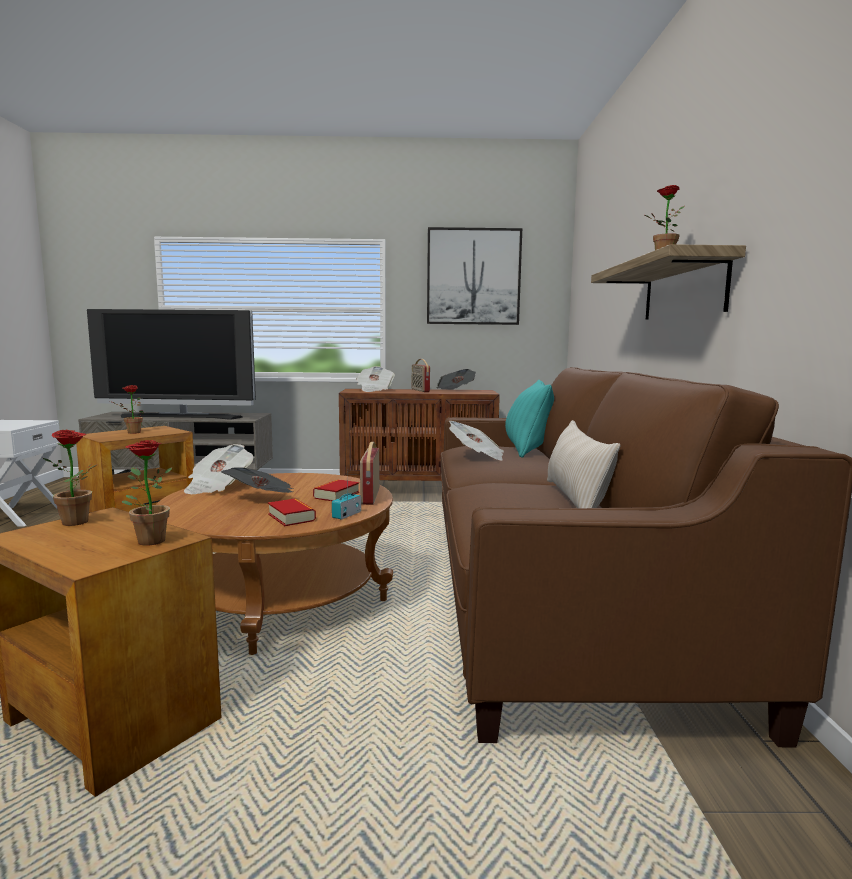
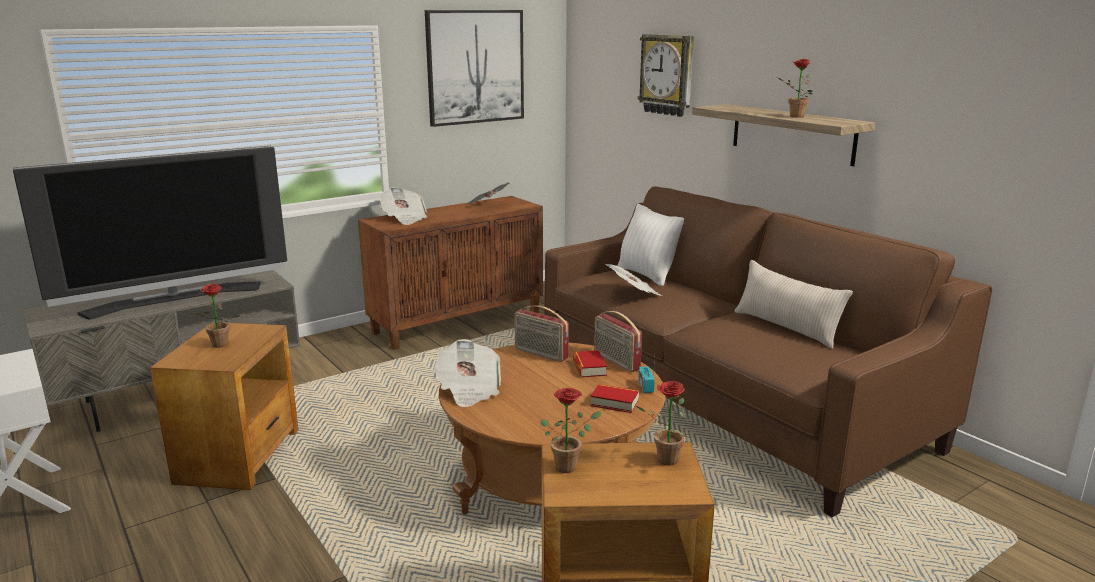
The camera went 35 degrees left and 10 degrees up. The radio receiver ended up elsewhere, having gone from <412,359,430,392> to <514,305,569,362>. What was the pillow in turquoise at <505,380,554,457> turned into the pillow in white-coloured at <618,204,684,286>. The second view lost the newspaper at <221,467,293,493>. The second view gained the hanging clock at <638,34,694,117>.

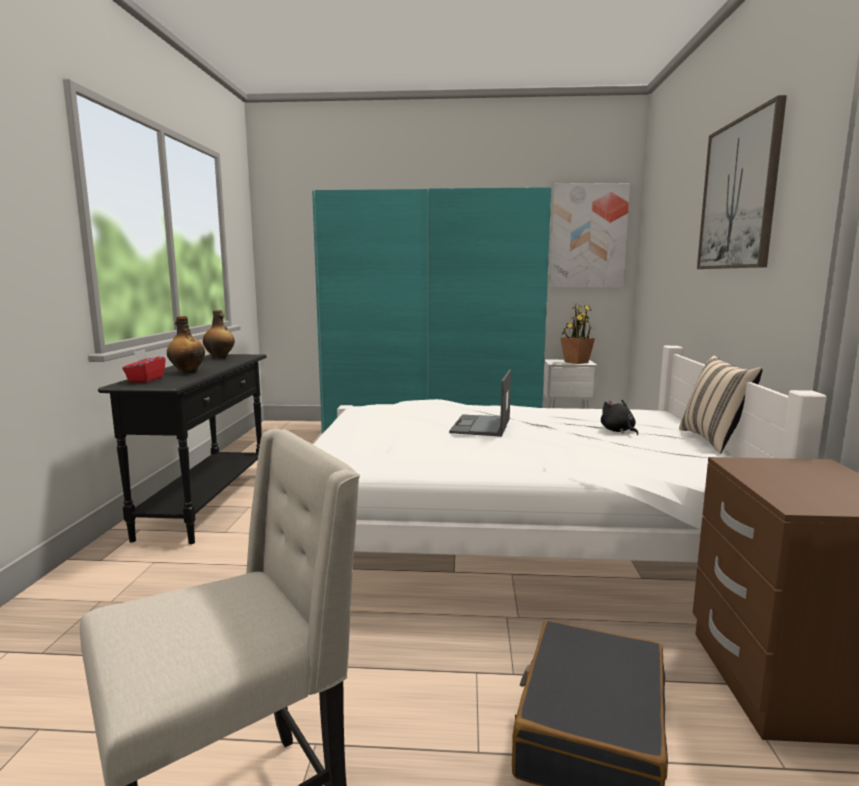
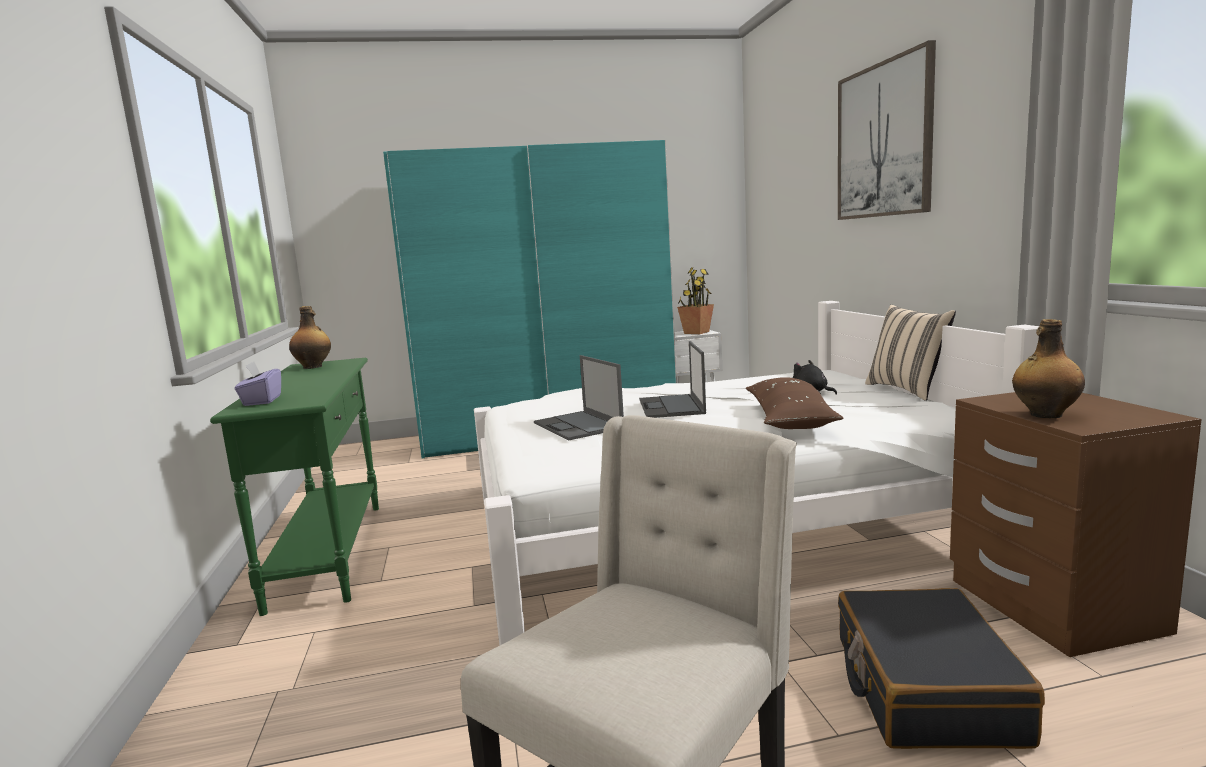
The camera went 15 degrees left and 0 degrees up. The second view lost the wall art at <550,183,630,288>. The drink bottle ended up elsewhere, having gone from <167,316,205,374> to <1012,319,1085,418>. What was the tissue holder in red-coloured at <122,349,166,382> turned into the tissue holder in purple-coloured at <235,362,281,406>. What was the narrow table in black-coloured at <98,354,267,544> turned into the narrow table in green-coloured at <210,358,379,616>. The second view gained the notebook computer at <534,355,624,440>. The second view gained the pillow in brownish at <746,377,844,429>.

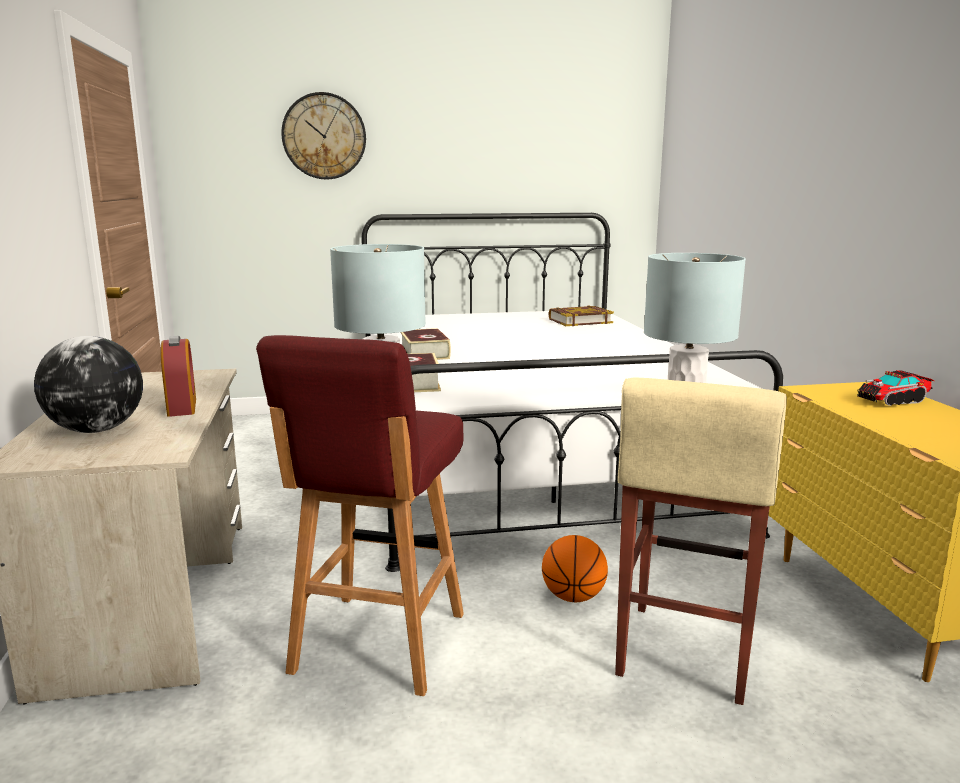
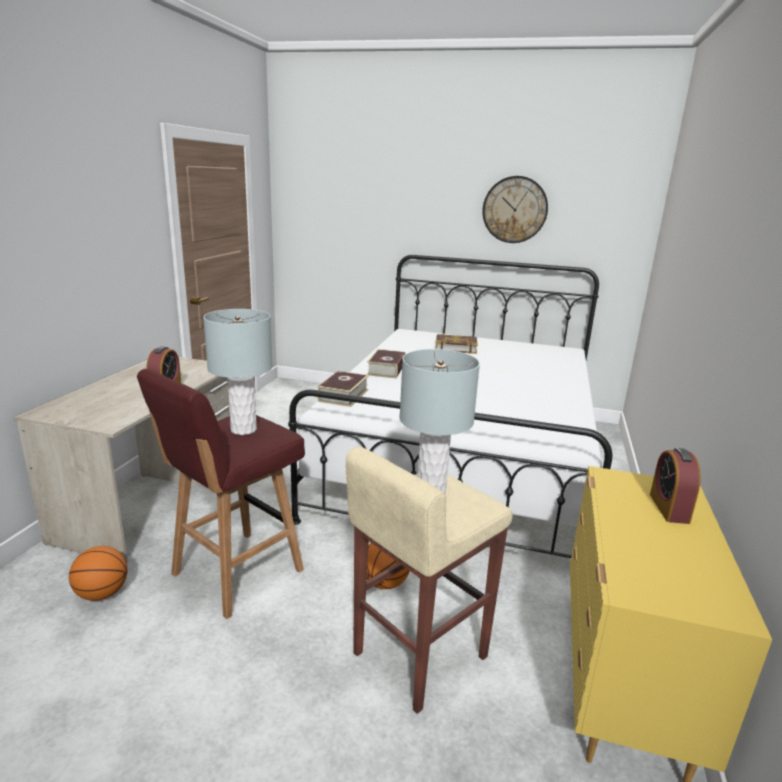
The camera went 25 degrees right and 5 degrees up. The hanging clock ended up elsewhere, having gone from <281,92,366,180> to <482,176,548,243>. The book ended up elsewhere, having gone from <548,306,614,326> to <435,334,478,354>. The second view lost the globe at <34,336,143,433>. Where the toy truck stood at <857,370,934,406>, the bedside clock came to stand at <650,448,701,524>. The second view gained the basketball at <69,546,128,601>.

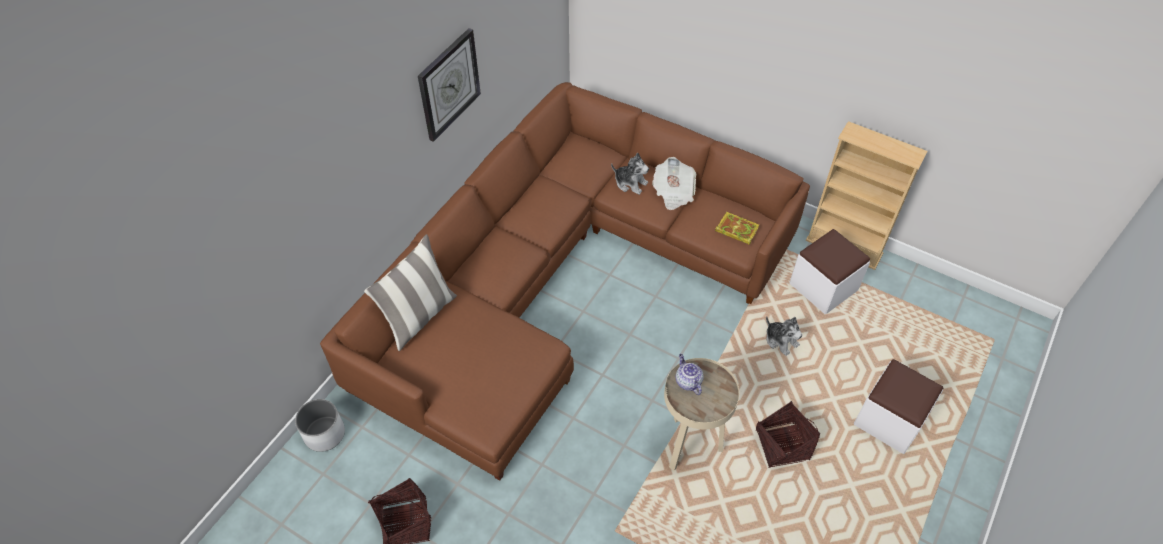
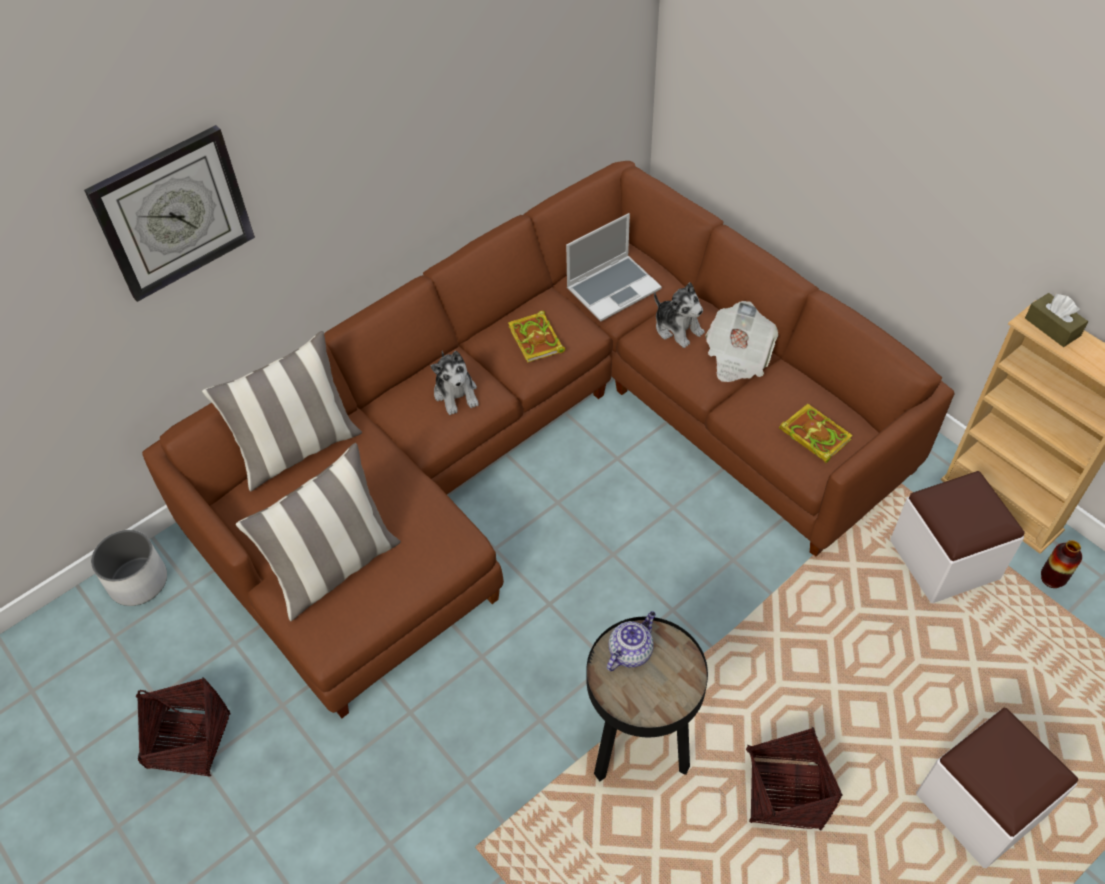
The camera went 20 degrees right and 0 degrees up. The hanging clock ended up elsewhere, having gone from <418,28,481,142> to <84,125,255,302>. The soft toy ended up elsewhere, having gone from <766,316,802,356> to <431,351,479,415>. The tea pot at <676,354,704,395> ended up facing another way, 45 degrees clockwise from before. What was the end table in sand-coloured at <664,358,739,471> turned into the end table in black-coloured at <586,617,708,781>. The second view gained the notebook computer at <566,213,662,322>. The second view gained the tissue holder in brownish at <1025,293,1088,347>. The second view gained the book at <508,311,565,363>. The second view gained the pillow at <236,443,401,621>. The second view gained the decorative vase at <1041,540,1082,588>.

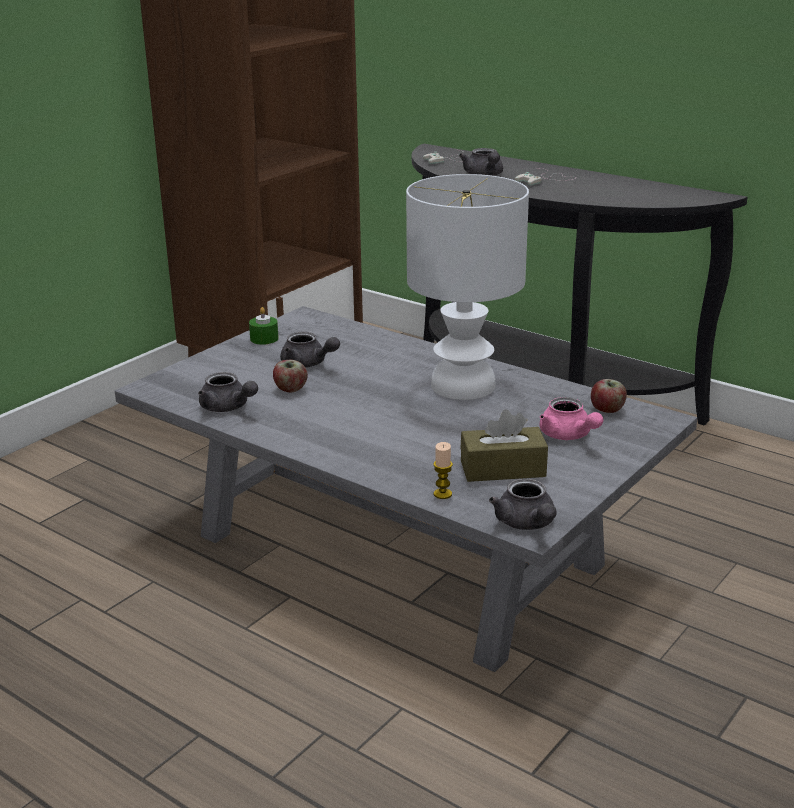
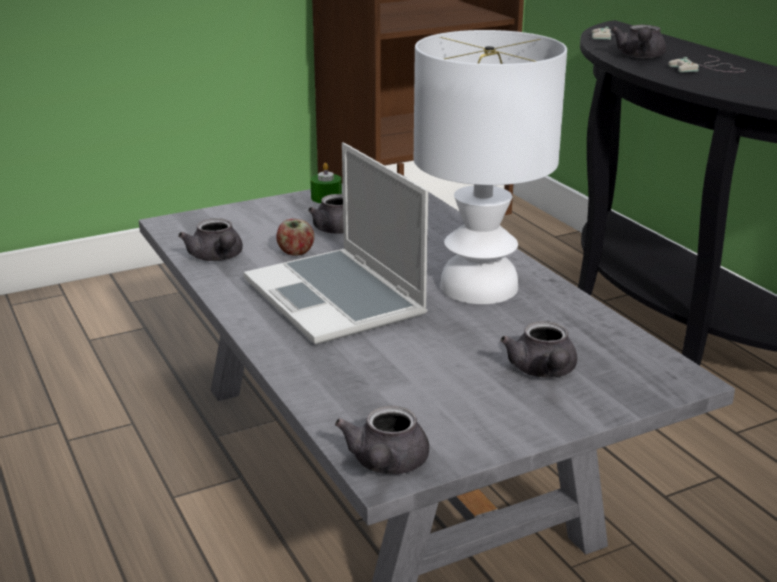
The camera went 25 degrees right and 0 degrees up. The second view lost the apple fruit at <591,379,627,413>. What was the tea pot in pink at <540,397,603,440> turned into the tea pot in greyish at <500,321,577,378>. The second view lost the tissue holder in brownish at <460,409,548,482>. The second view lost the candle at <434,442,453,499>. The second view gained the notebook computer at <244,143,428,345>.

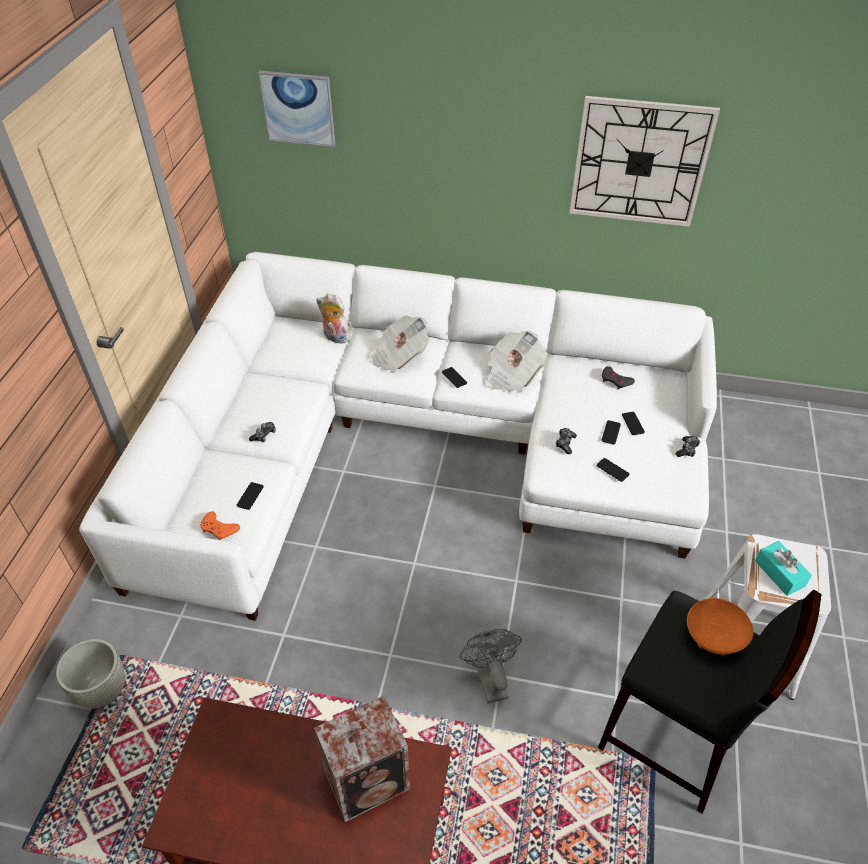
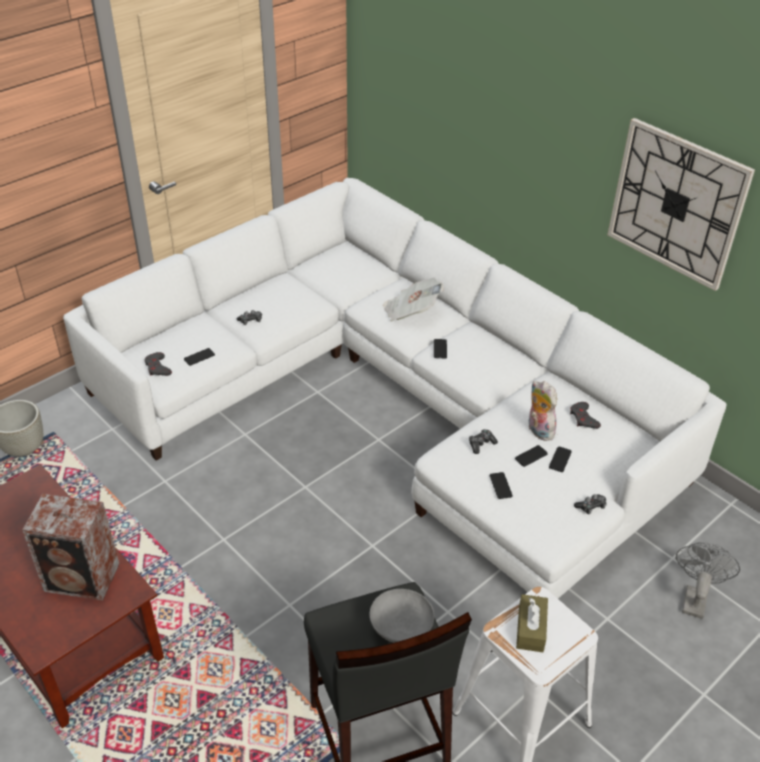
The camera went 35 degrees right and 5 degrees down. The second view lost the wall art at <258,71,335,147>. The soft toy ended up elsewhere, having gone from <316,293,354,344> to <529,381,557,441>. The second view lost the newspaper at <486,331,547,393>. What was the gamepad in orange at <201,512,240,540> turned into the gamepad in greyish at <144,352,172,376>. What was the tissue holder in turquoise at <755,541,812,596> turned into the tissue holder in brownish at <516,594,548,652>. What was the bowl in orange at <687,598,754,656> turned into the bowl in greyish at <370,589,434,643>. The cooling fan in greyish ended up elsewhere, having gone from <460,629,522,704> to <676,542,740,619>.

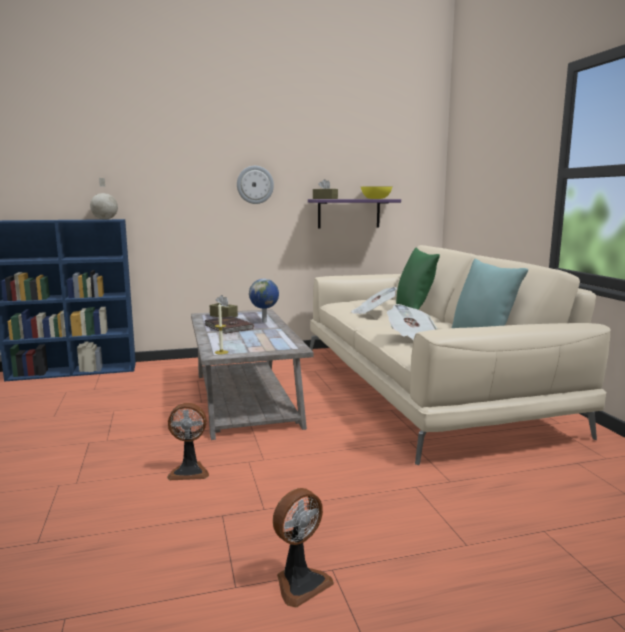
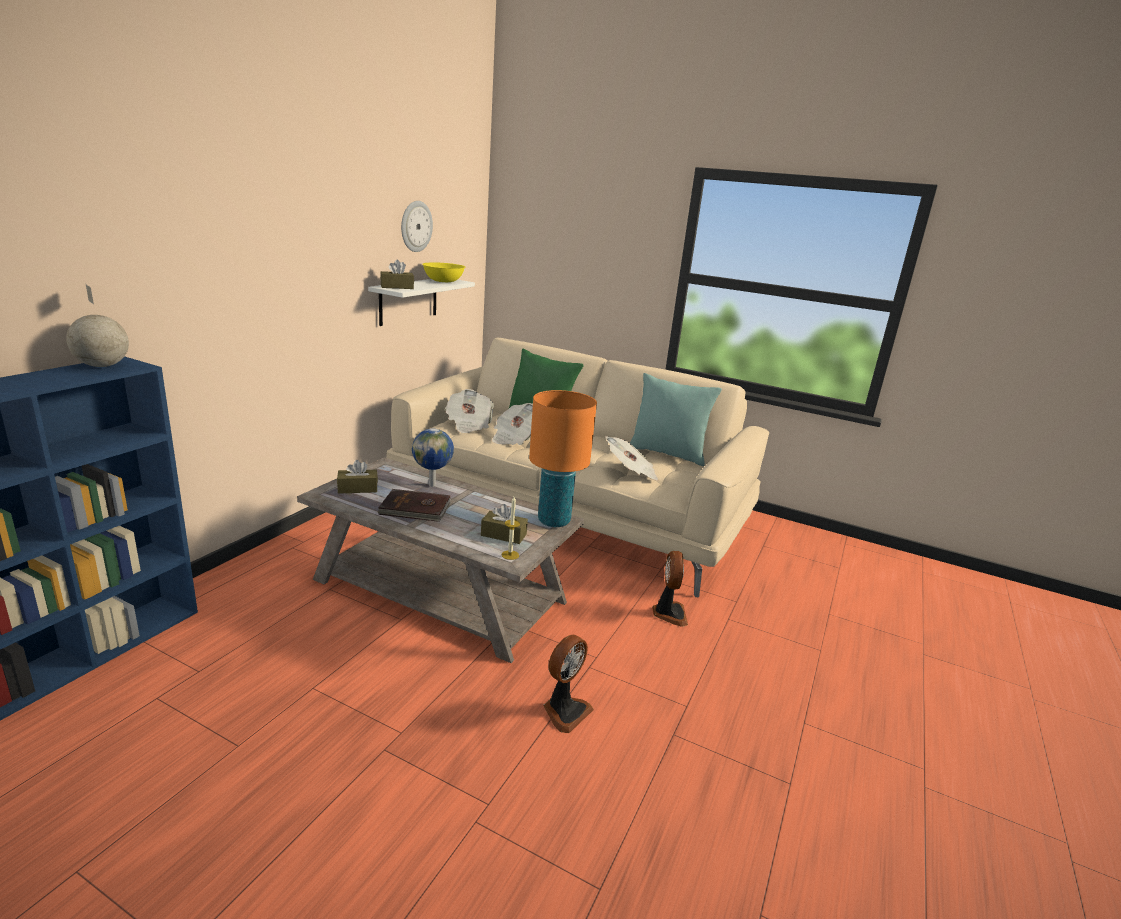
The camera went 50 degrees left and 10 degrees up. The hanging clock ended up elsewhere, having gone from <237,166,274,204> to <401,201,433,252>. What was the shelf in purple-coloured at <308,199,401,228> turned into the shelf in white-coloured at <368,279,475,326>. The cooling fan ended up elsewhere, having gone from <273,488,334,608> to <652,551,688,627>. The second view gained the newspaper at <445,389,494,433>. The second view gained the table lamp in orange at <529,390,597,527>. The second view gained the tissue holder in brownish at <481,504,528,544>.

